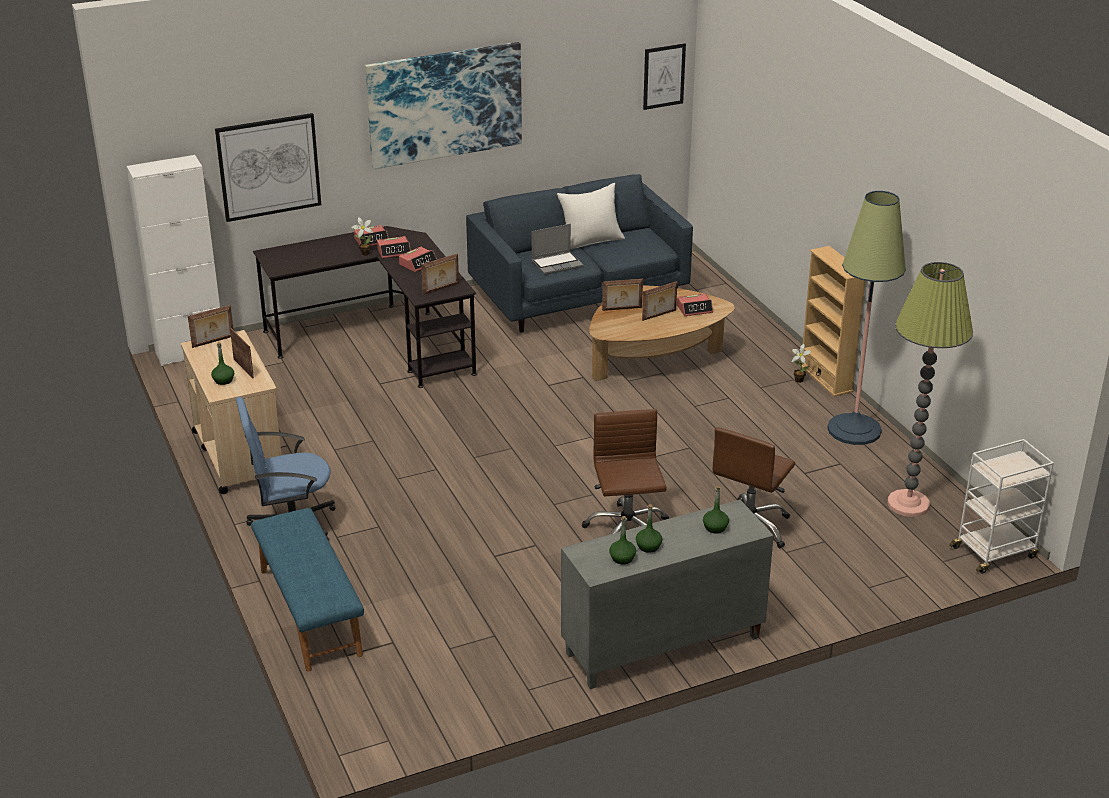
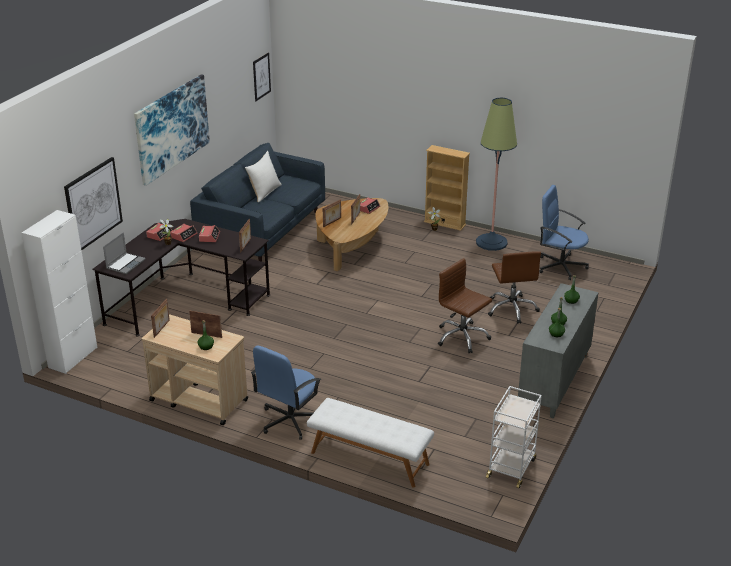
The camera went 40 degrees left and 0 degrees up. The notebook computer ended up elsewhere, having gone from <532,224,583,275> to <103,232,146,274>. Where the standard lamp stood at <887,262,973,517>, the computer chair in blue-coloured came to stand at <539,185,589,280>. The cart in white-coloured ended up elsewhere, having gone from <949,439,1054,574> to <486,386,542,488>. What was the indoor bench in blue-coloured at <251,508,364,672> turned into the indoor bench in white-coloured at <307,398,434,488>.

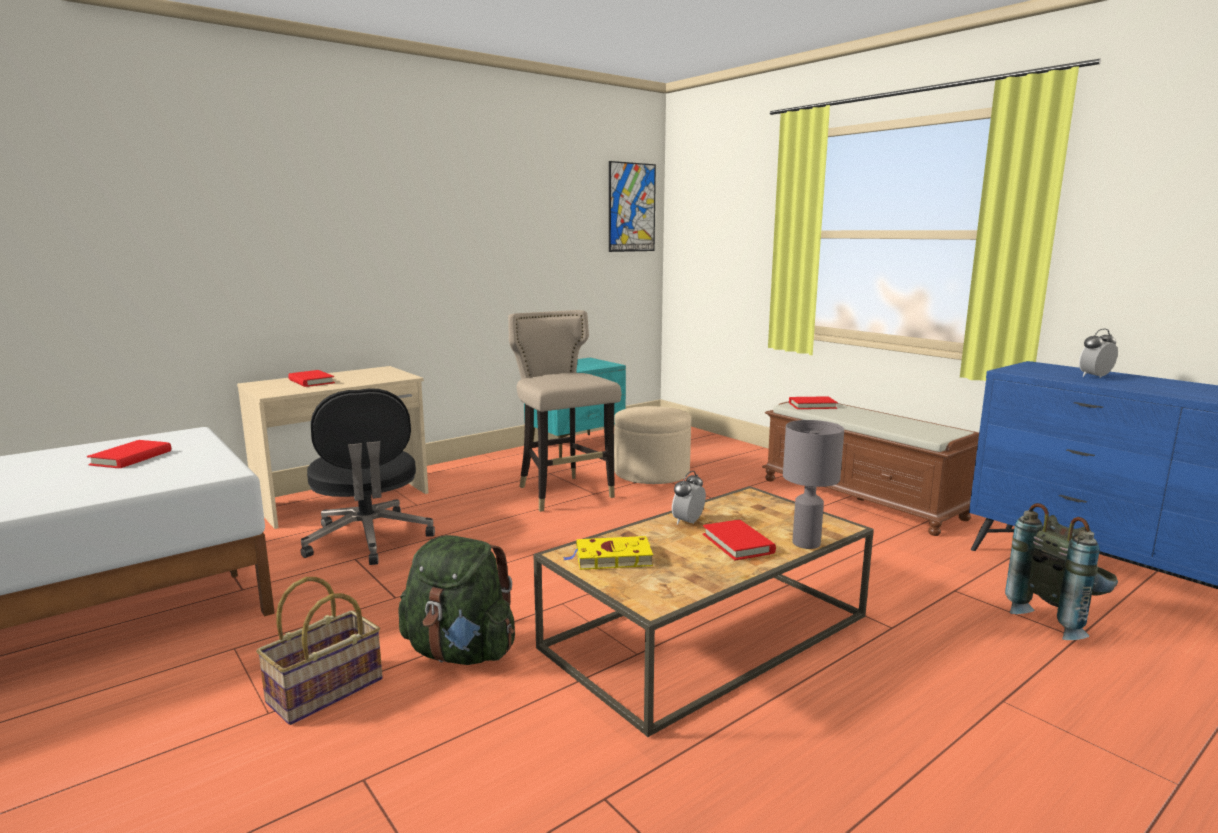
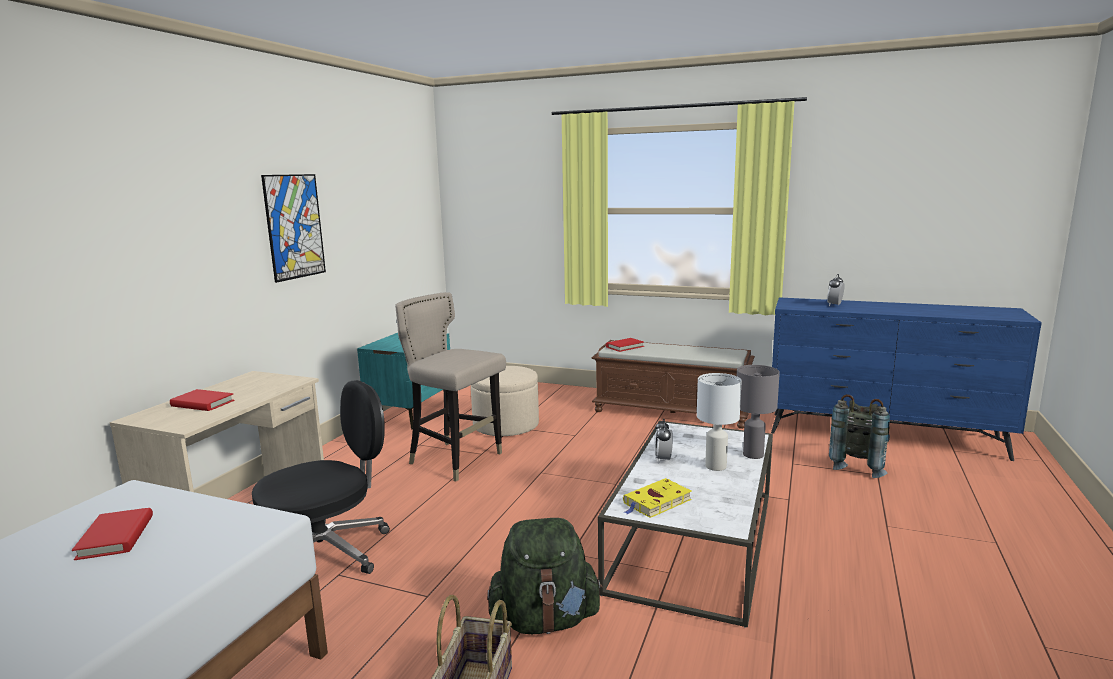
The camera went 30 degrees left and 0 degrees up. The wall art ended up elsewhere, having gone from <609,161,656,252> to <261,174,326,283>. The computer chair in black-coloured at <301,388,435,565> ended up facing another way, 75 degrees counterclockwise from before. What was the low table in brownish at <534,486,874,737> turned into the low table in white-coloured at <598,421,773,628>. Where the book in red-coloured stood at <703,520,776,560>, the table lamp in white-coloured came to stand at <697,373,742,471>.

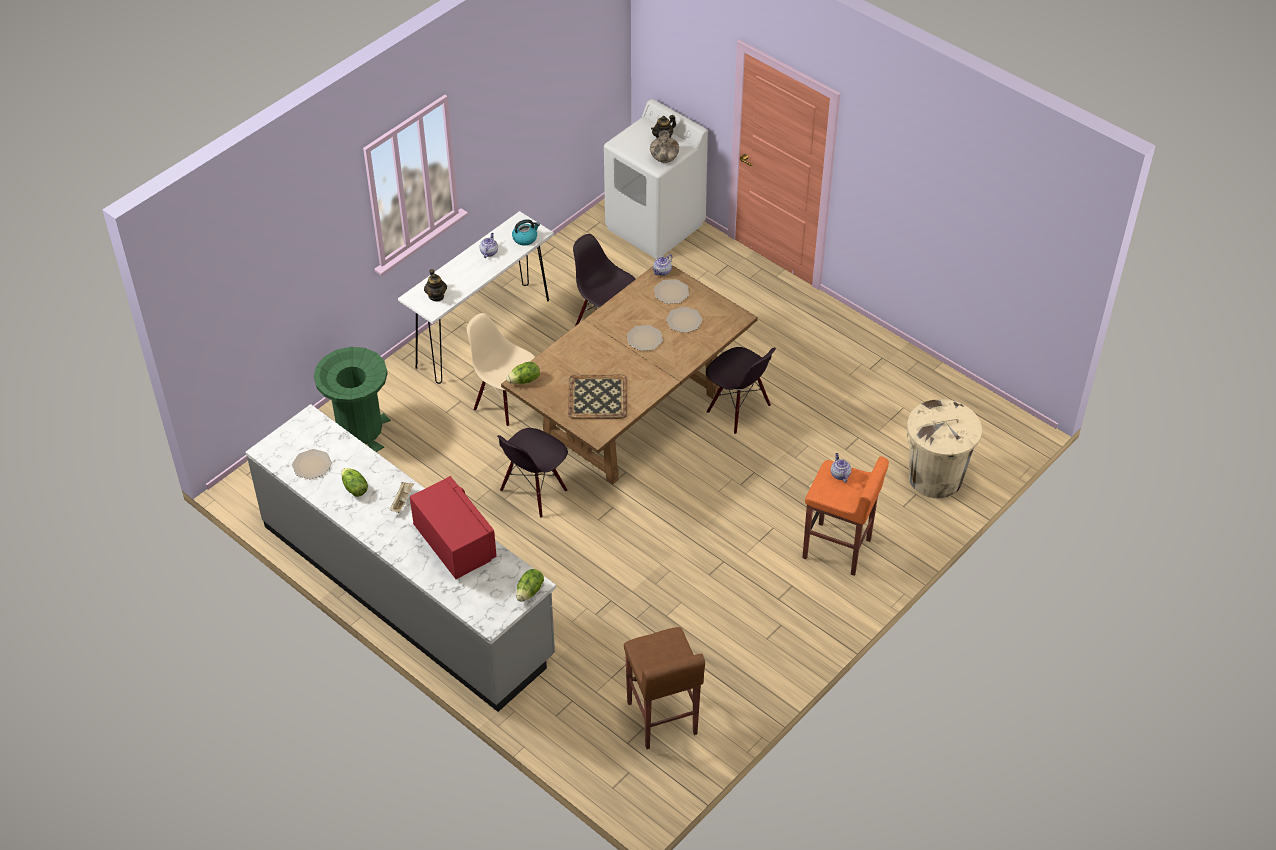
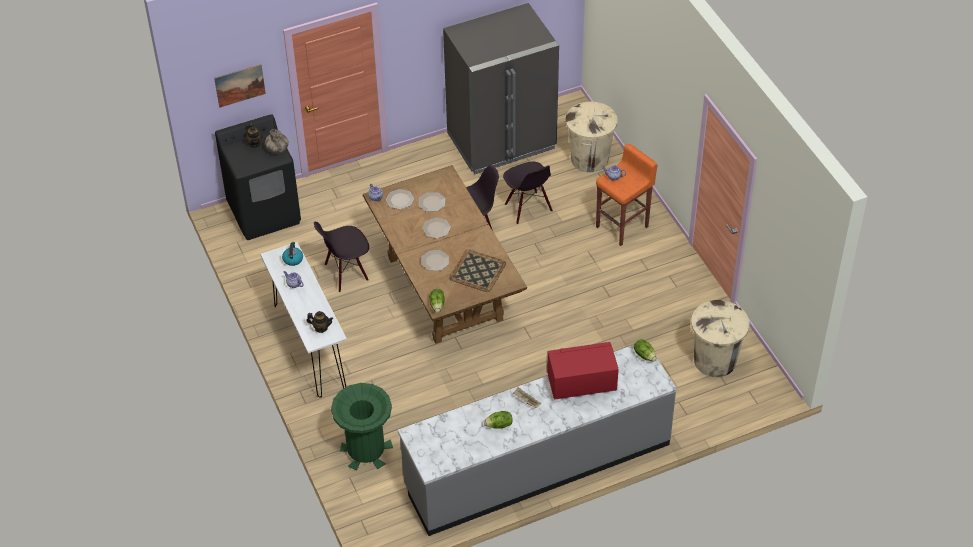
The camera went 65 degrees left and 0 degrees up. What was the laundry machine in white-coloured at <604,99,708,259> turned into the laundry machine in black-coloured at <215,114,301,240>. The second view lost the chair in sand-coloured at <467,313,535,427>. The chair in black-coloured ended up elsewhere, having gone from <497,428,568,518> to <503,162,553,224>. The dinner plate ended up elsewhere, having gone from <292,449,332,479> to <422,250,449,271>. Where the sitting stool in brownish stood at <624,627,705,749>, the waste bin in sand-coloured came to stand at <691,300,749,377>. The second view gained the refrigerator in greyish at <443,3,559,175>. The second view gained the wall art at <214,64,266,108>.

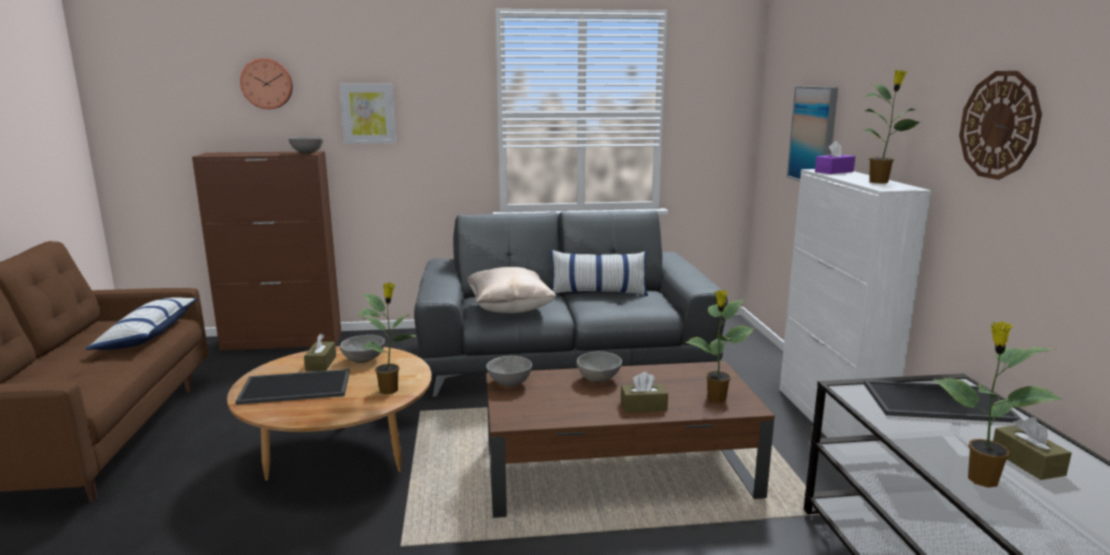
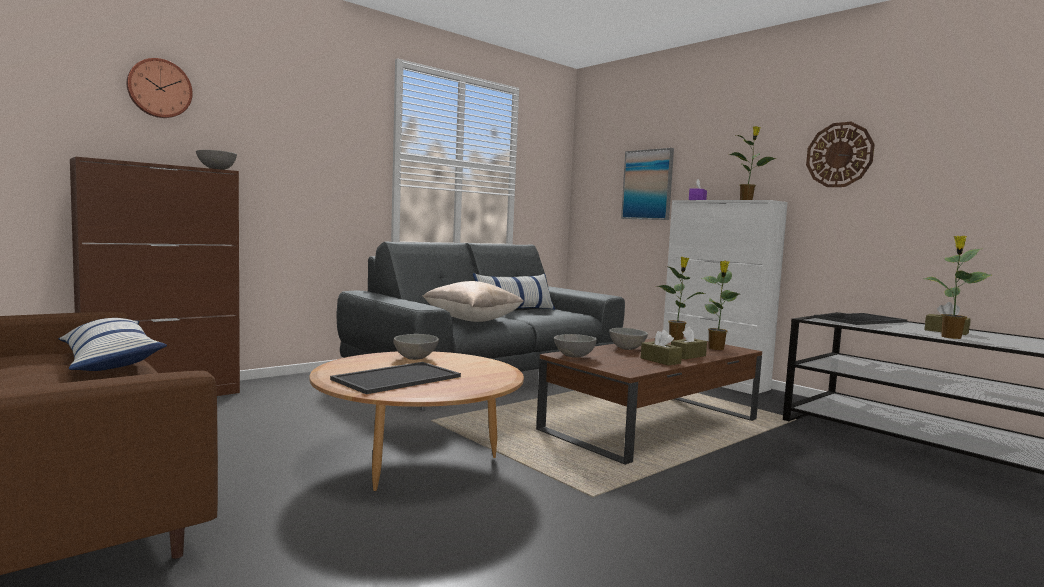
The camera went 35 degrees left and 10 degrees down. The second view lost the wall art at <340,84,396,144>. The potted plant ended up elsewhere, having gone from <358,282,416,394> to <656,257,705,340>. The tissue holder in brownish ended up elsewhere, having gone from <304,333,336,371> to <641,330,682,365>.

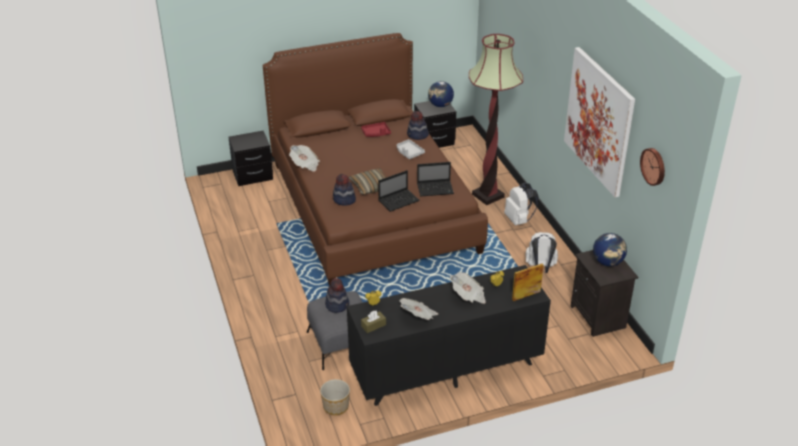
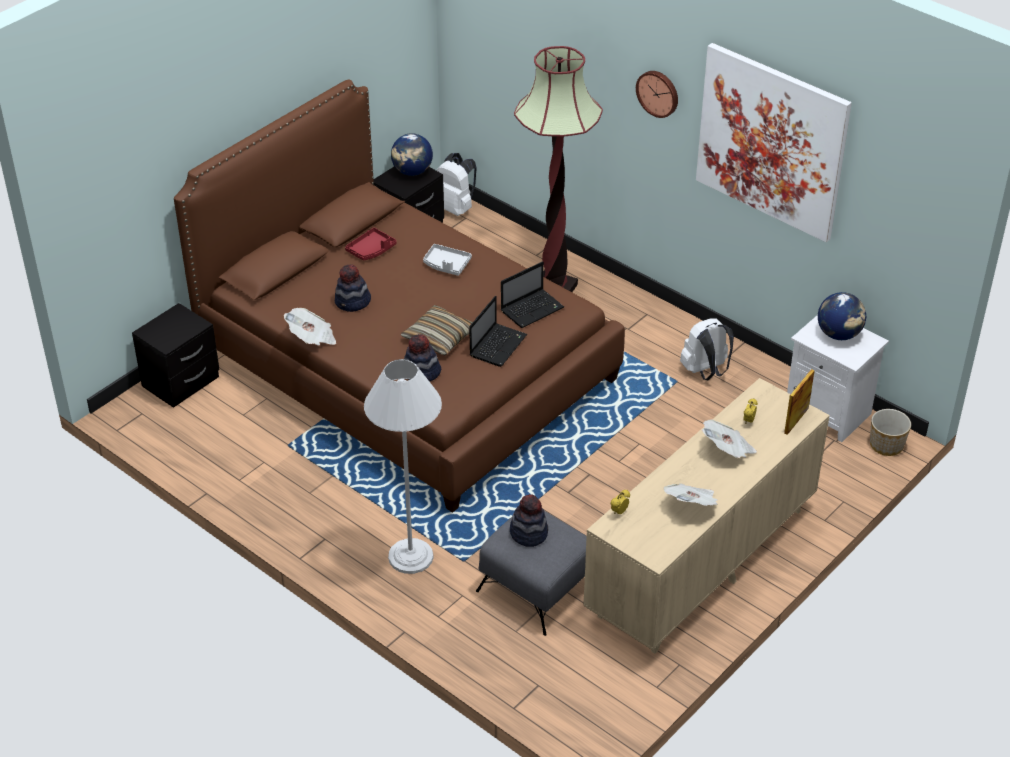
The camera went 30 degrees left and 5 degrees up. The hat ended up elsewhere, having gone from <407,111,429,140> to <335,264,371,312>. The hanging clock ended up elsewhere, having gone from <640,148,665,186> to <636,71,678,118>. The backpack in white-coloured ended up elsewhere, having gone from <504,183,539,225> to <436,153,477,216>. What was the bedside table in black-coloured at <571,250,638,337> turned into the bedside table in white-coloured at <787,315,889,442>. What was the dresser in black-coloured at <347,265,551,406> turned into the dresser in sand-coloured at <583,378,830,654>. The second view lost the tissue holder in brownish at <361,311,386,333>. The planter ended up elsewhere, having gone from <320,379,350,415> to <870,409,911,456>. The second view gained the standard lamp in white-coloured at <364,359,442,574>.

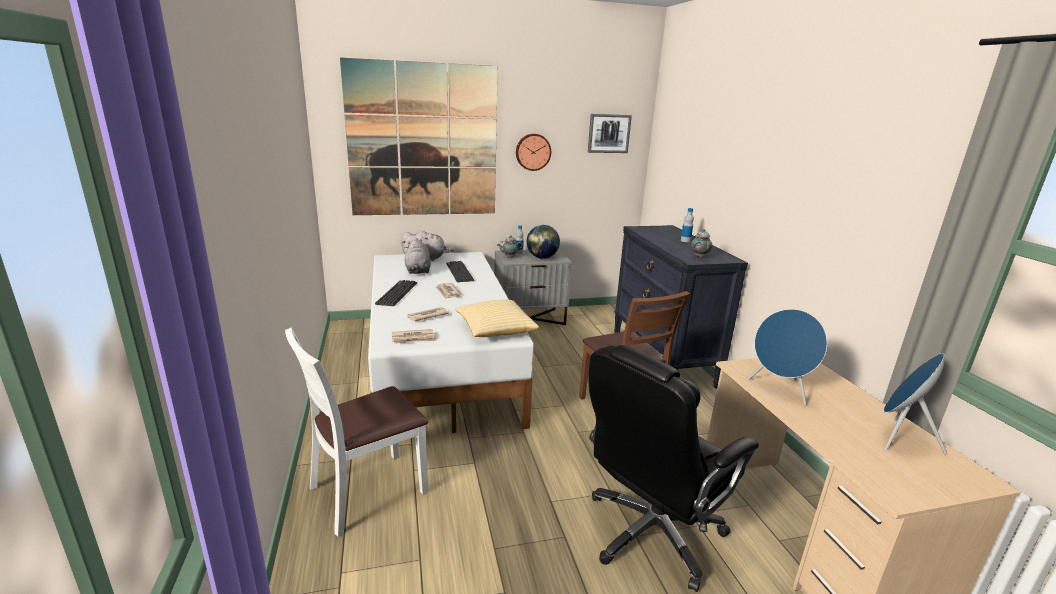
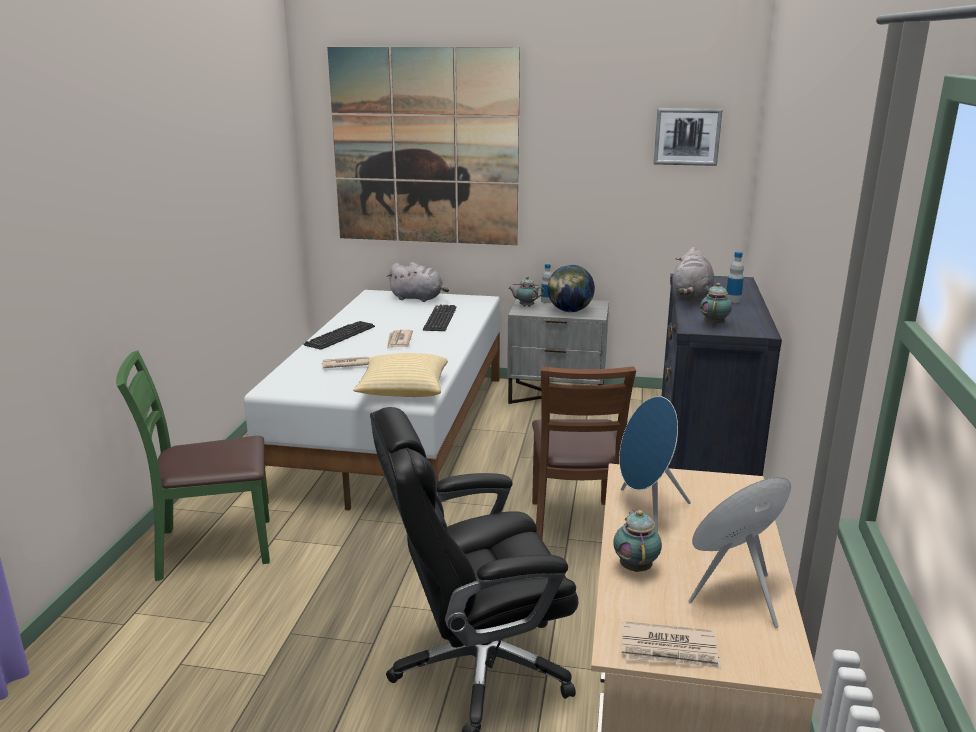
The camera went 25 degrees right and 0 degrees up. The second view lost the hanging clock at <516,134,551,171>. The soft toy in greyish ended up elsewhere, having gone from <405,238,431,274> to <673,247,714,302>. What was the chair in white-coloured at <285,327,428,536> turned into the chair in green-coloured at <116,350,270,581>. The newspaper ended up elsewhere, having gone from <392,329,436,344> to <622,621,722,669>. The second view gained the tea pot at <613,510,662,572>.

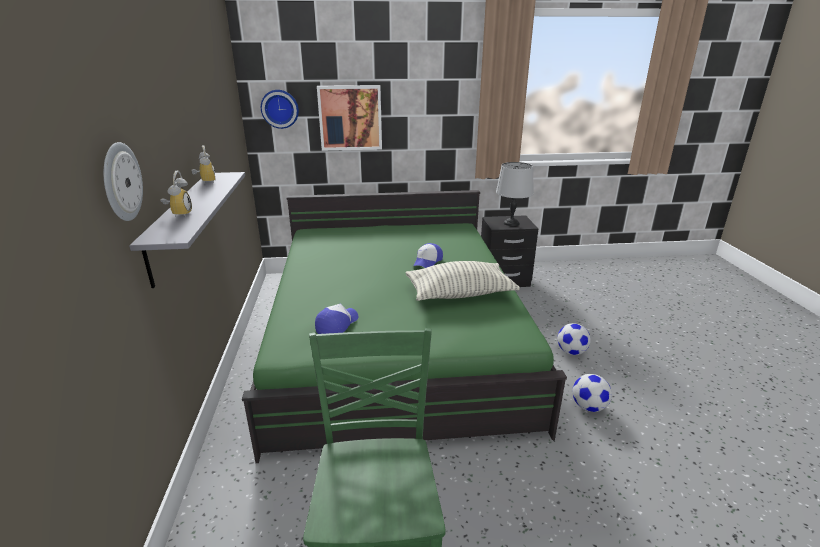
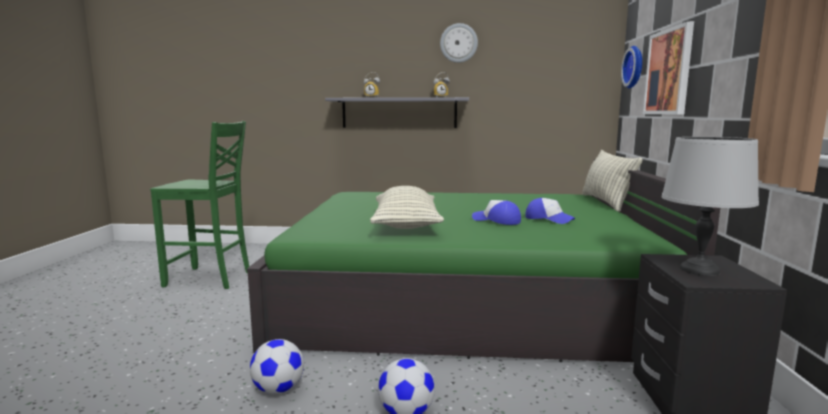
The camera went 100 degrees right and 15 degrees down. The hanging clock ended up elsewhere, having gone from <104,142,143,221> to <440,23,478,63>. The peaked cap ended up elsewhere, having gone from <315,304,358,334> to <525,198,575,224>. The second view gained the pillow at <582,150,643,212>.

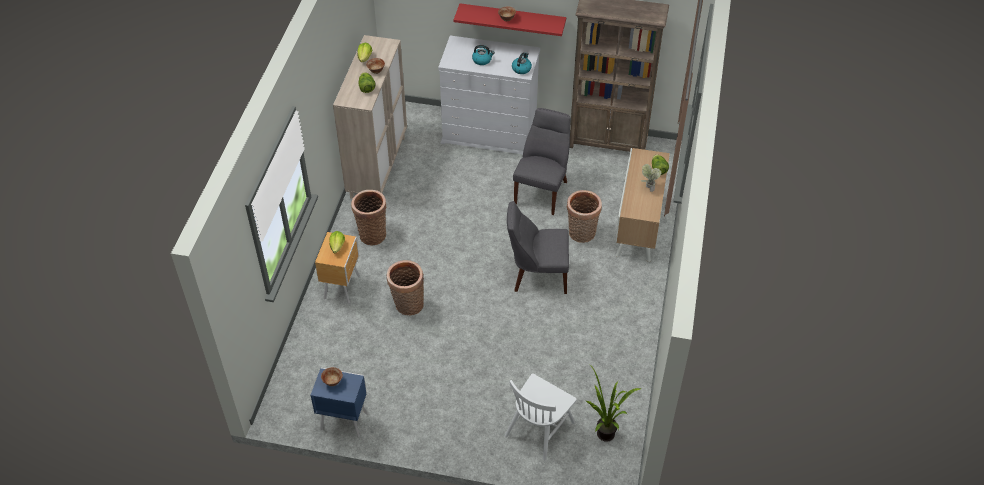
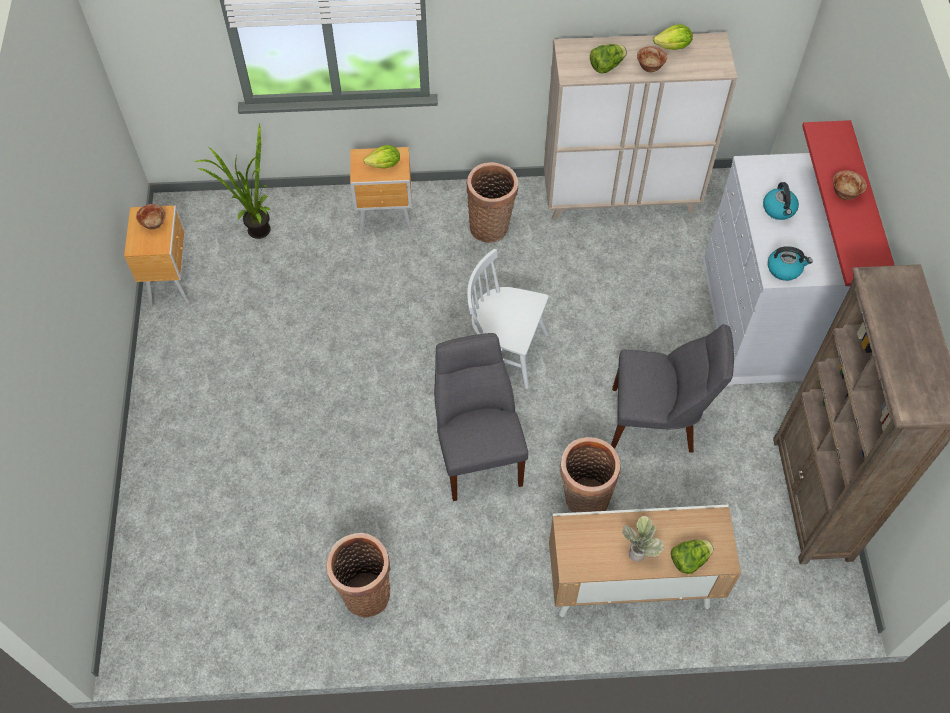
The camera went 75 degrees right and 10 degrees up. The storage basket ended up elsewhere, having gone from <387,260,424,315> to <326,533,391,617>. The potted plant ended up elsewhere, having gone from <586,365,642,442> to <195,124,271,239>. What was the bedside table in blue-coloured at <310,368,367,437> turned into the bedside table in brownish at <124,205,193,305>. The chair in white-coloured ended up elsewhere, having gone from <505,374,577,460> to <467,249,549,389>.

